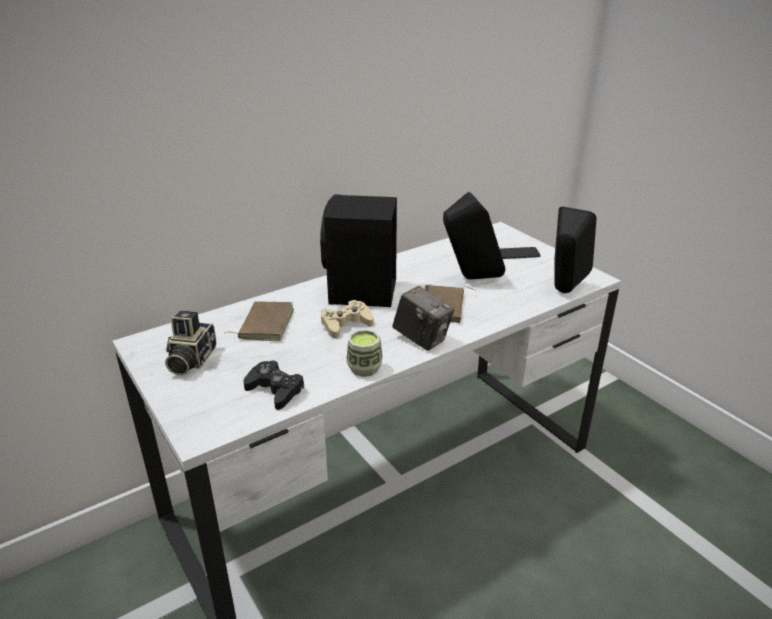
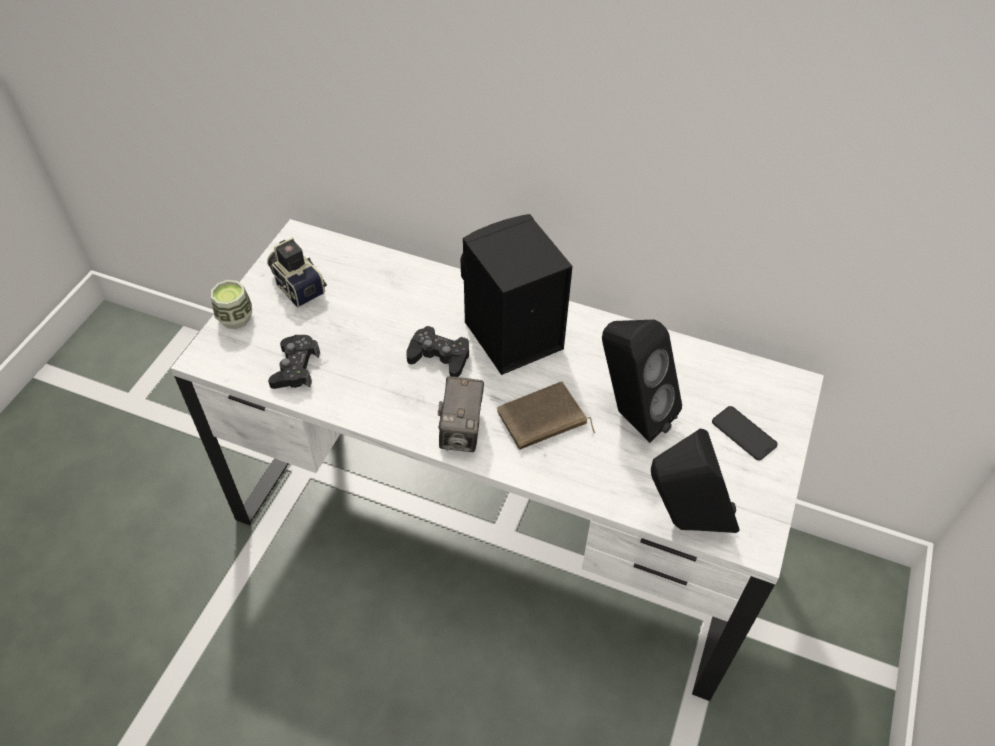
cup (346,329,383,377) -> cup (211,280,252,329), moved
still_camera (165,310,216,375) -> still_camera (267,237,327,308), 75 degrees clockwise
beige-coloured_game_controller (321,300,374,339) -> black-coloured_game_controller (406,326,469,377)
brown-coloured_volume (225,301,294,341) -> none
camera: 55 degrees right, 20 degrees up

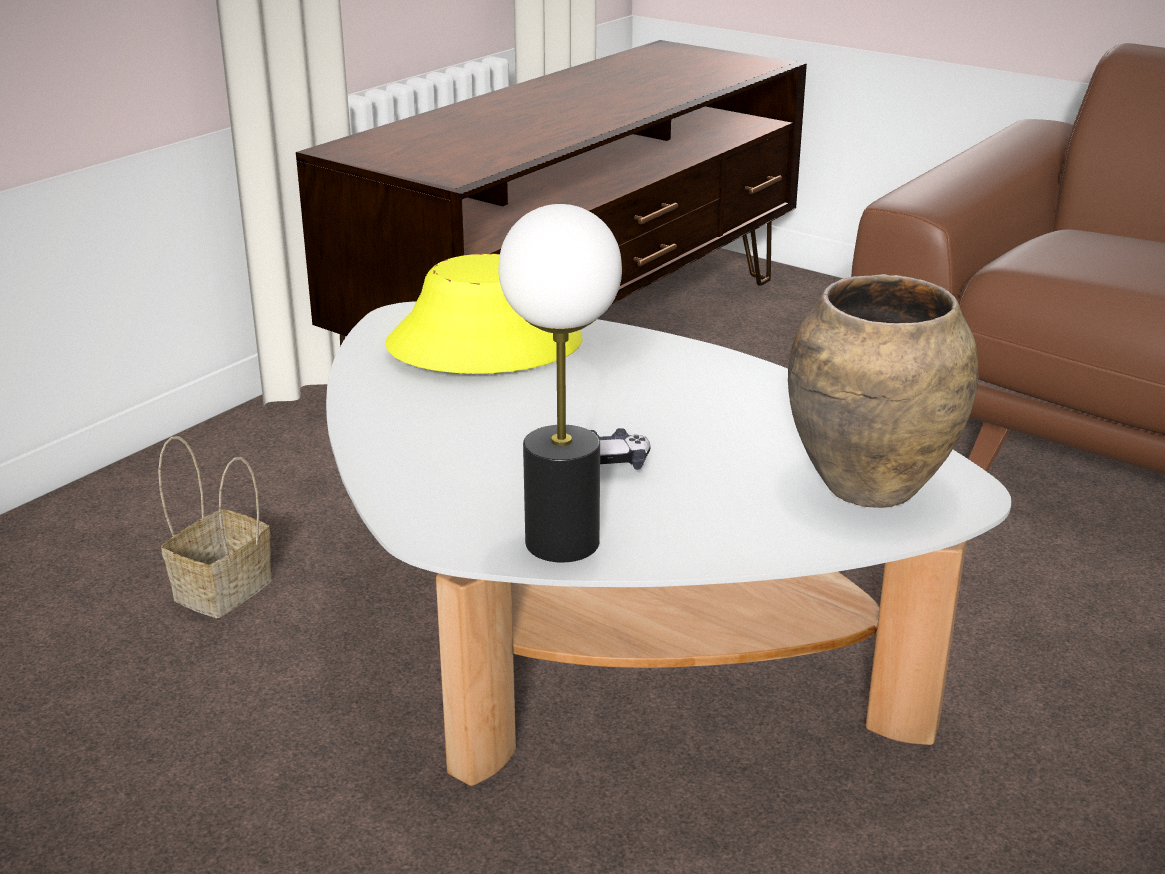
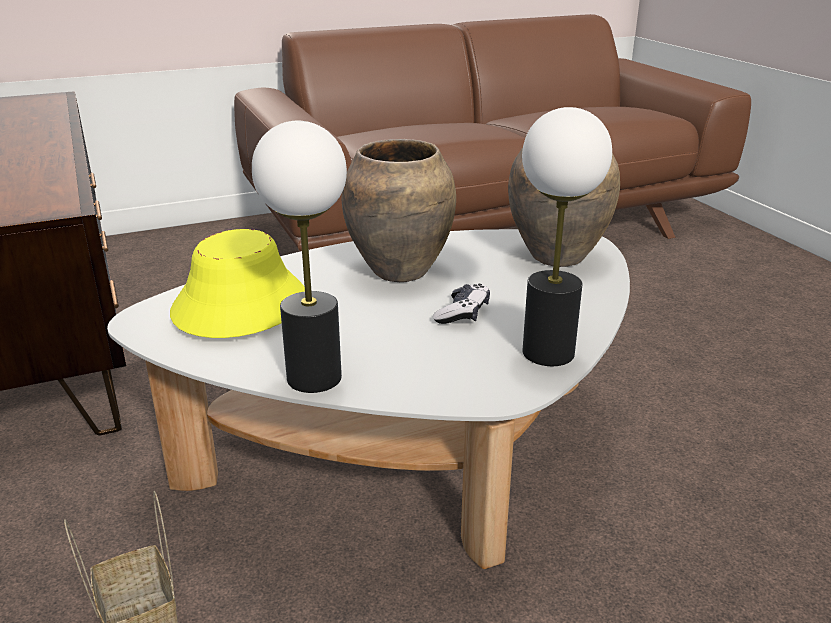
none -> table_lamp (252,121,347,393)
none -> brown-coloured_flower_vase (341,139,456,282)
camera: 60 degrees left, 0 degrees up

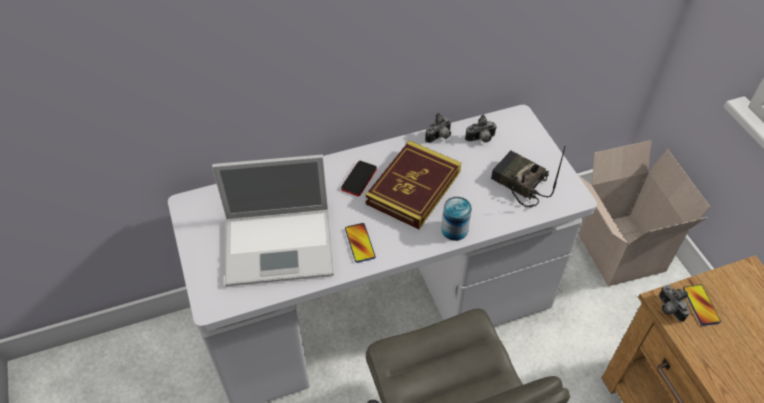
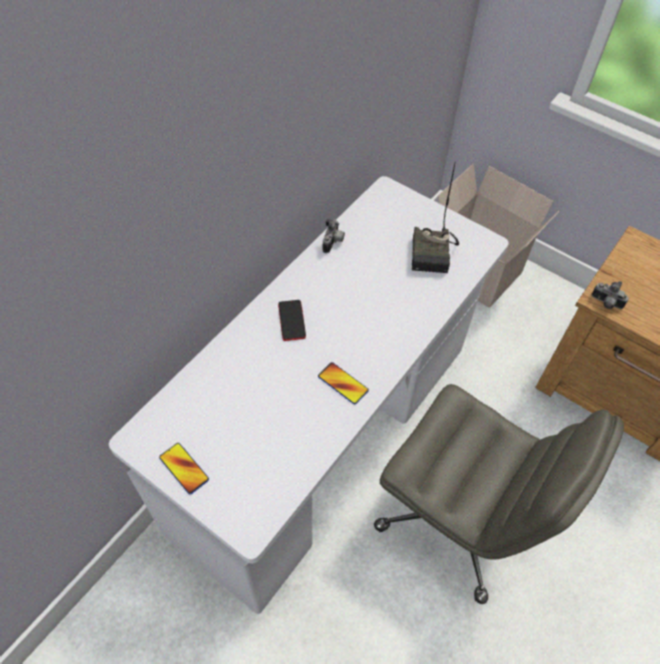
handset (683,284,721,326) -> handset (159,443,209,494), moved
radio (491,147,565,208) -> radio (412,161,459,273), 90 degrees counterclockwise
portable_computer (212,154,334,286) -> none
volume (365,140,461,229) -> none
sealed_can (441,197,472,241) -> none
still_camera (465,115,497,143) -> none
camera: 35 degrees left, 5 degrees up

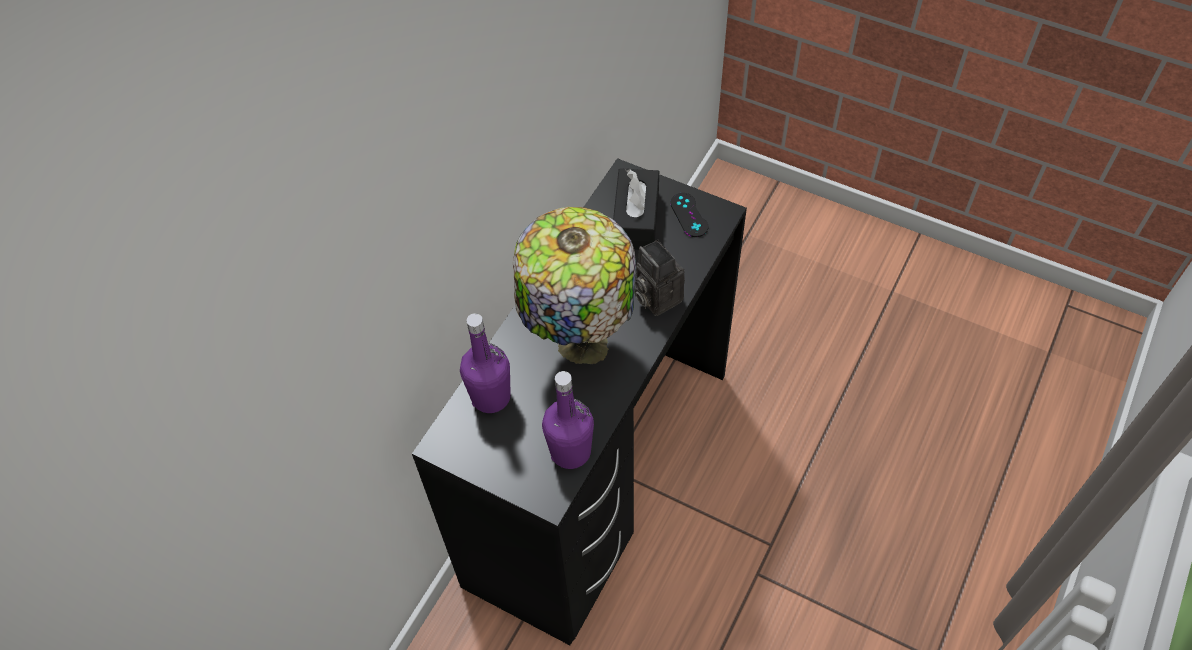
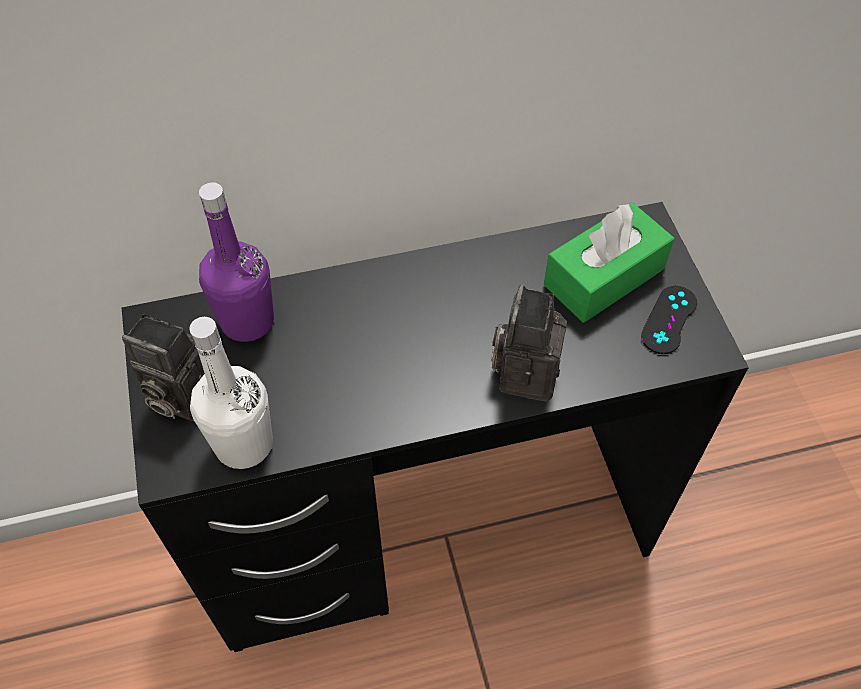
none -> still_camera (122,314,205,421)
purplish_drink_bottle (542,371,594,469) -> white_drink_bottle (190,317,273,469)
black-coloured_tissue_holder (613,168,659,250) -> green_tissue_holder (544,202,674,323)
table_lamp (513,207,636,364) -> none
camera: 45 degrees right, 0 degrees up

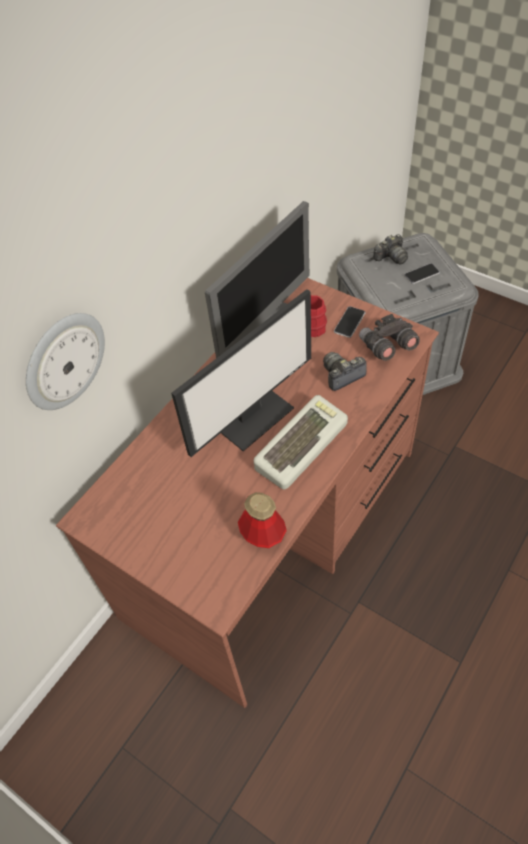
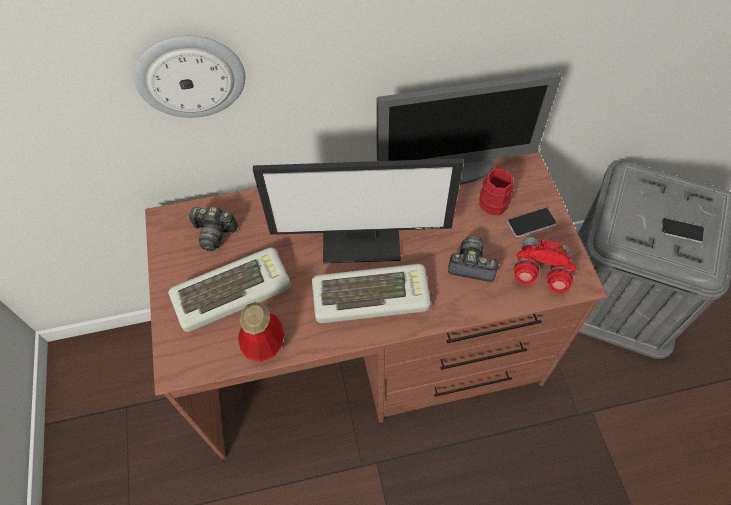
none -> keyboard (168,247,291,332)
still_camera (373,234,408,265) -> still_camera (188,207,238,251), moved
grey_field_glasses (359,314,420,361) -> red_field_glasses (514,237,576,293)
camera: 40 degrees right, 5 degrees up

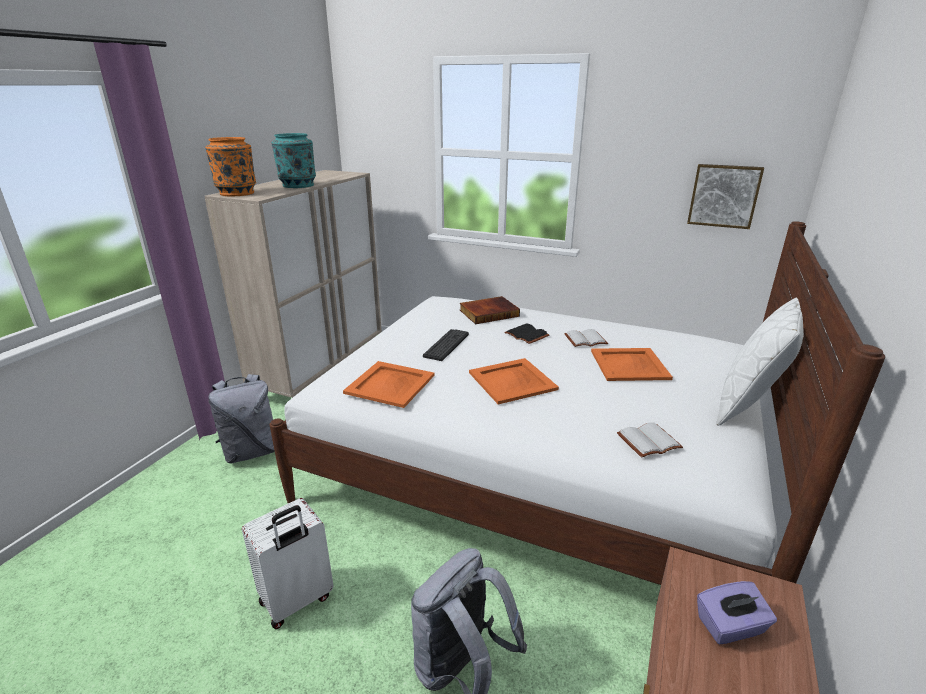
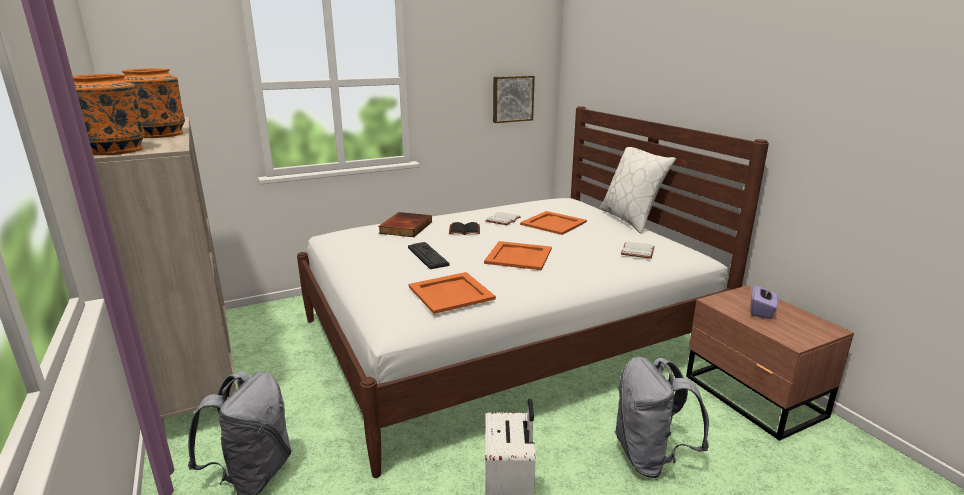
turquoise-coloured_flower_vase (271,133,316,188) -> orangey_flower_vase (122,68,185,138)
camera: 50 degrees left, 5 degrees down

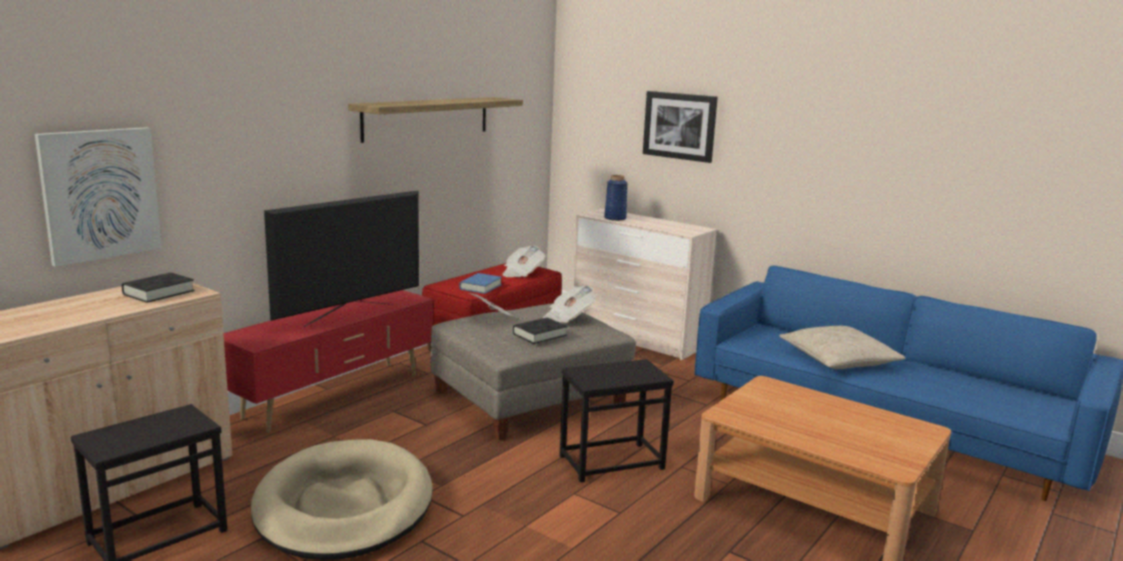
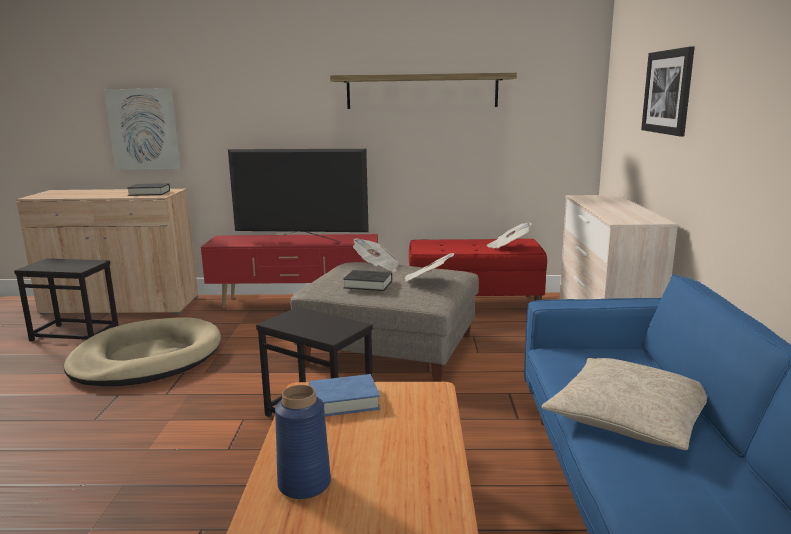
bluish_flower_vase (604,175,627,221) -> bluish_flower_vase (275,385,331,499), moved
bluish_volume (460,273,502,294) -> bluish_volume (309,374,380,416), moved
camera: 55 degrees right, 0 degrees up

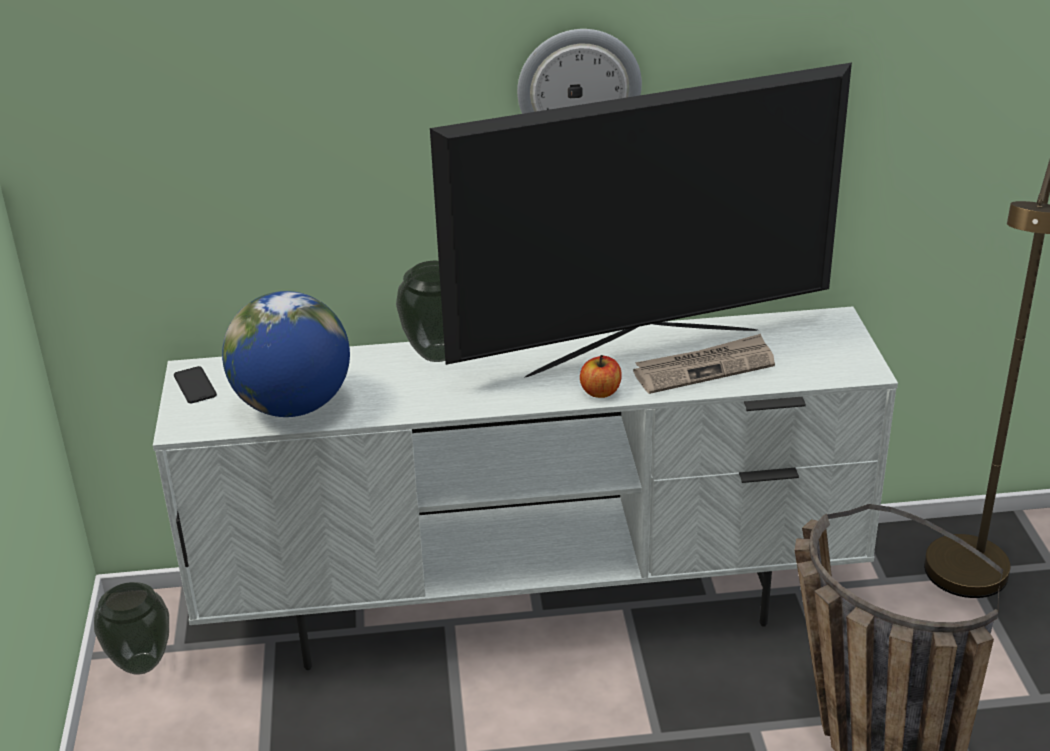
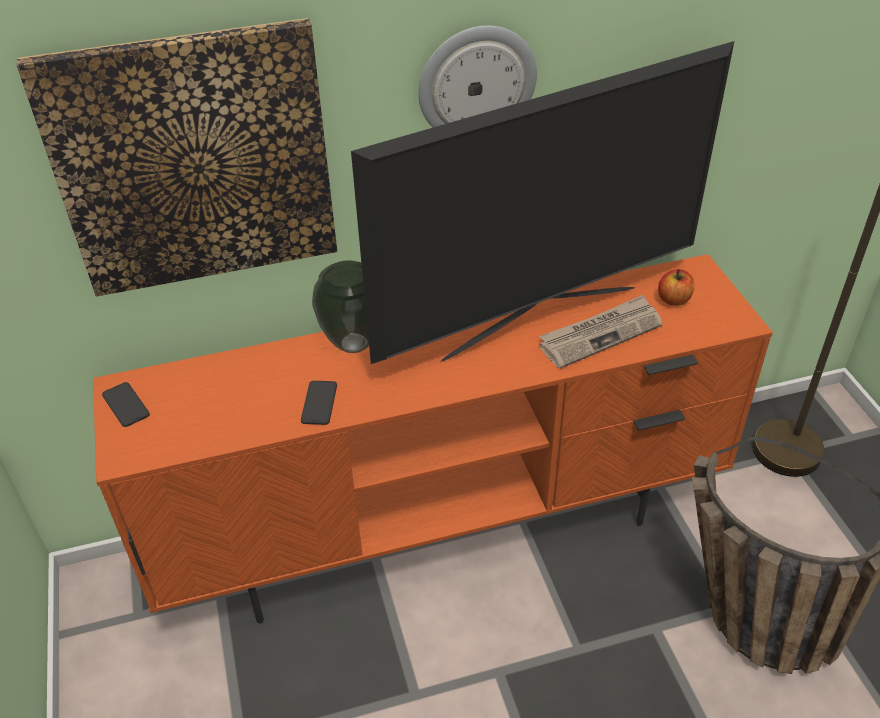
none -> picture (17,18,337,297)
white_tv_stand (153,306,898,670) -> orangey_tv_stand (93,254,773,623)
none -> handset (301,381,337,425)
apple (580,355,622,398) -> apple (658,269,694,306), moved
flower_vase (94,582,169,675) -> none
globe (222,291,350,417) -> none
camera: 10 degrees left, 10 degrees up

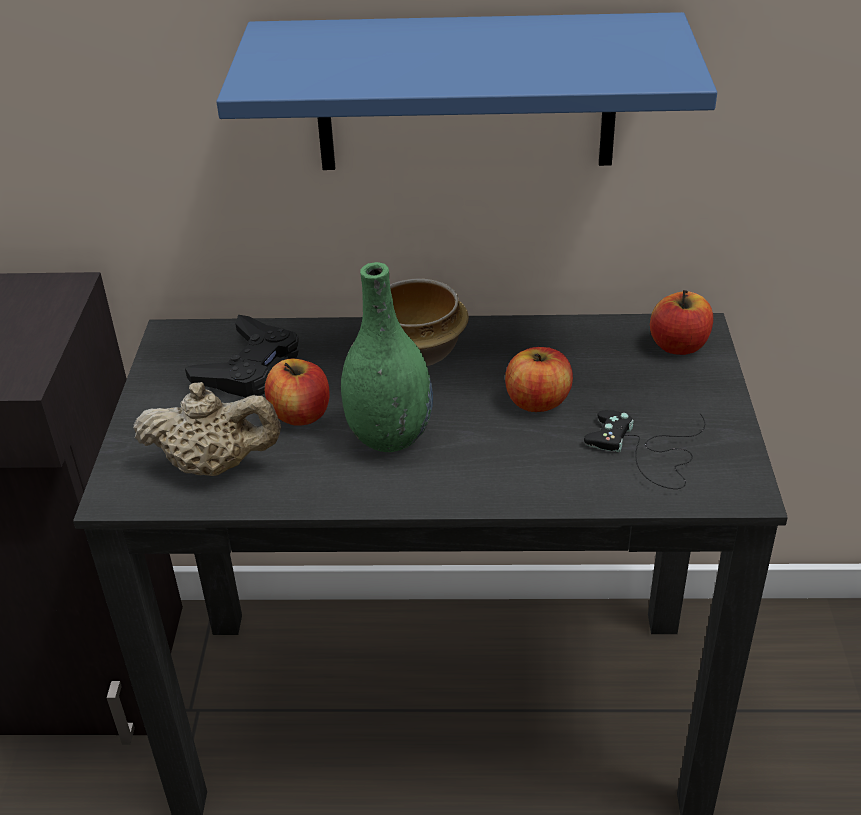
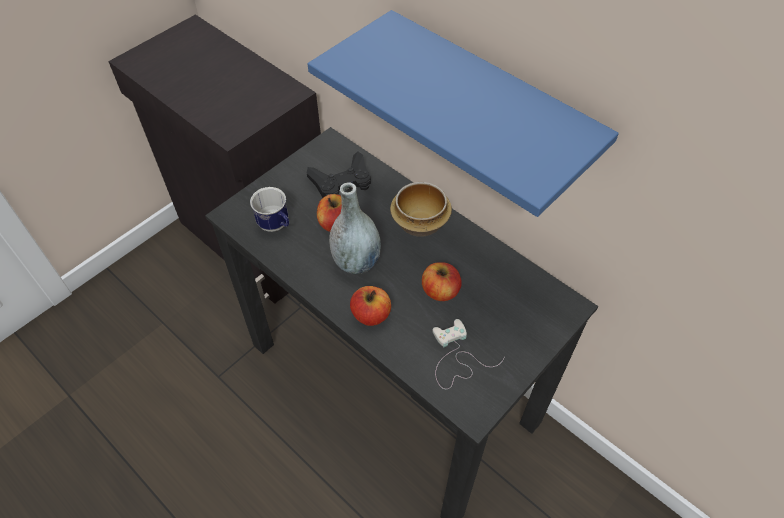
beige-coloured_pot_for_tea (133,382,281,476) -> tea_mug (250,187,289,232)
green_flower_vase (341,262,433,452) -> grey_flower_vase (329,183,381,274)
apple (650,290,713,355) -> apple (350,286,391,326), moved
black-coloured_game_controller (584,410,705,489) -> white_game_controller (432,319,505,389)
camera: 40 degrees right, 15 degrees up

